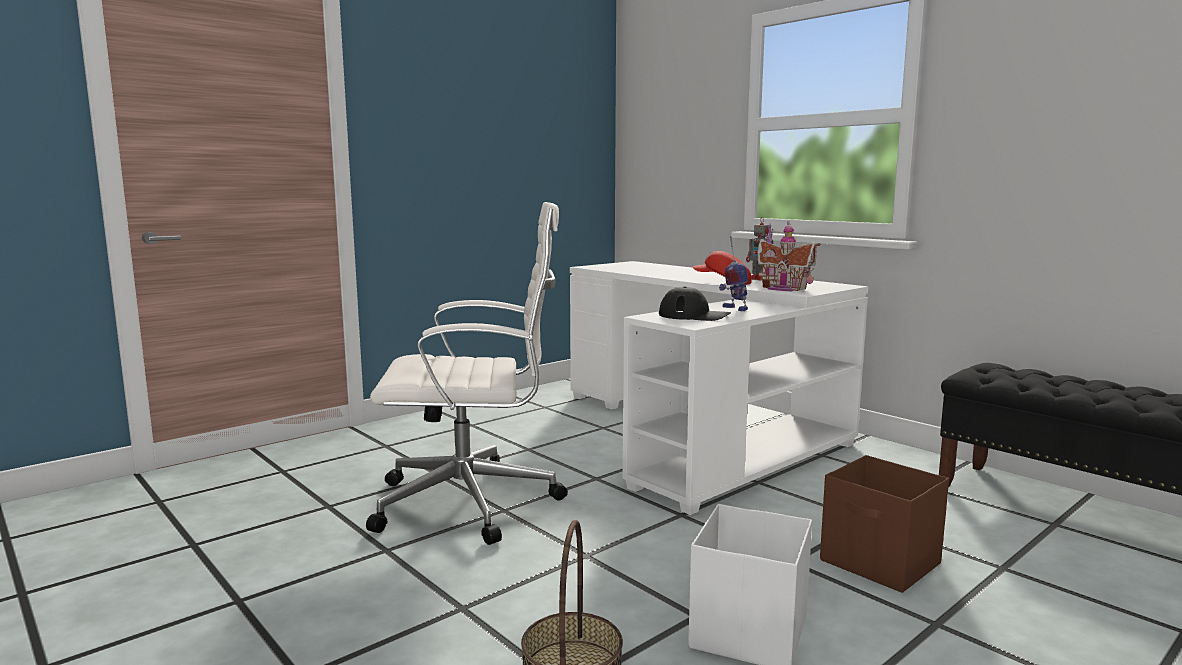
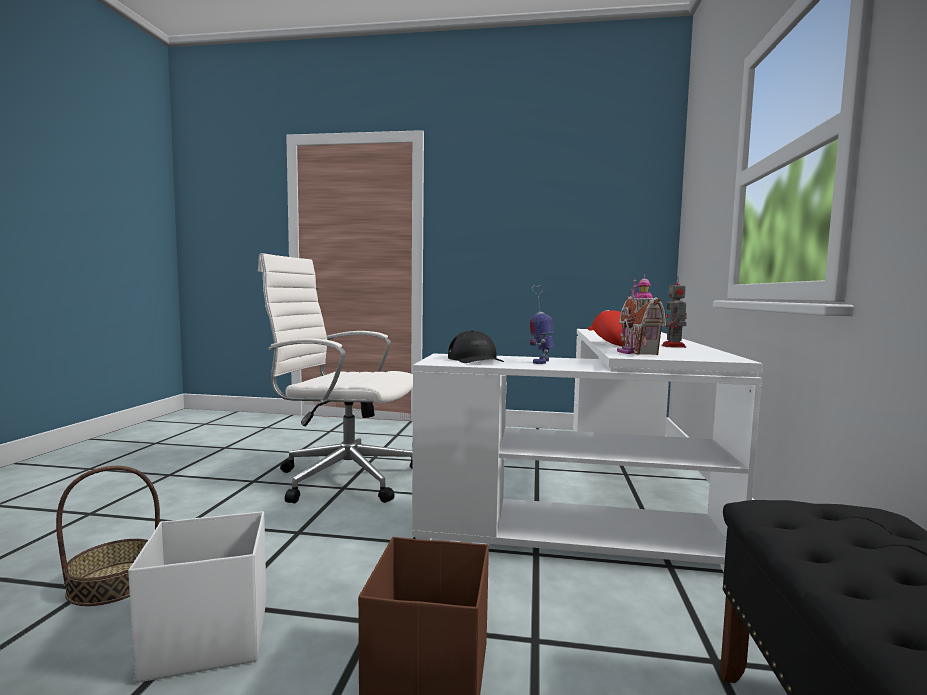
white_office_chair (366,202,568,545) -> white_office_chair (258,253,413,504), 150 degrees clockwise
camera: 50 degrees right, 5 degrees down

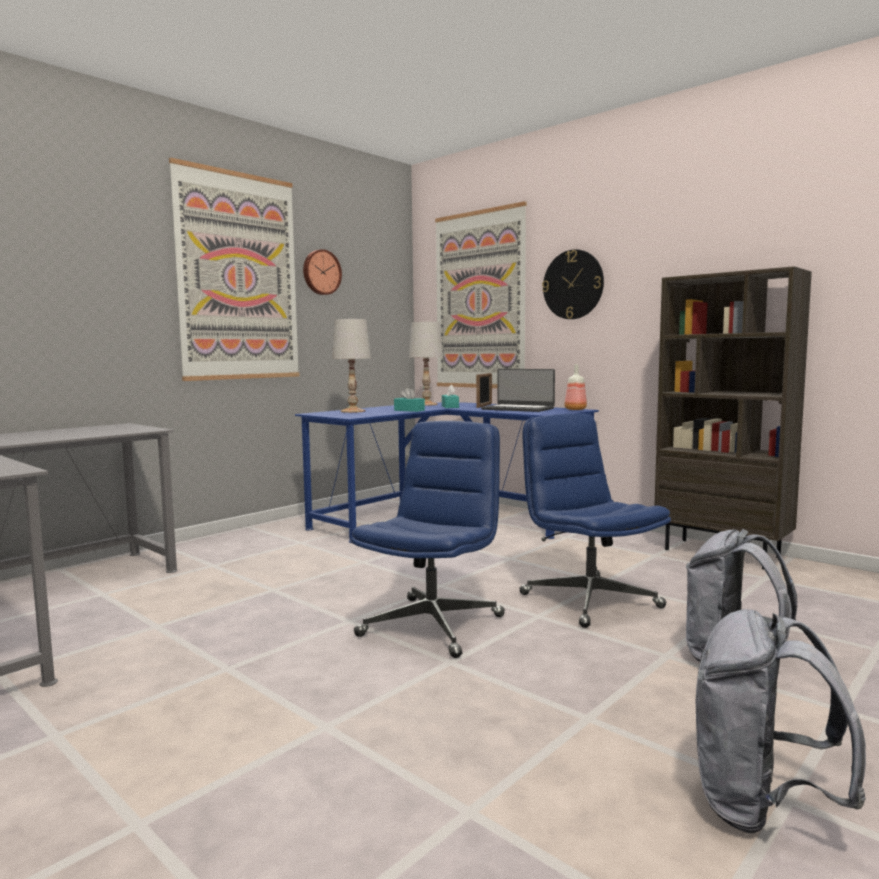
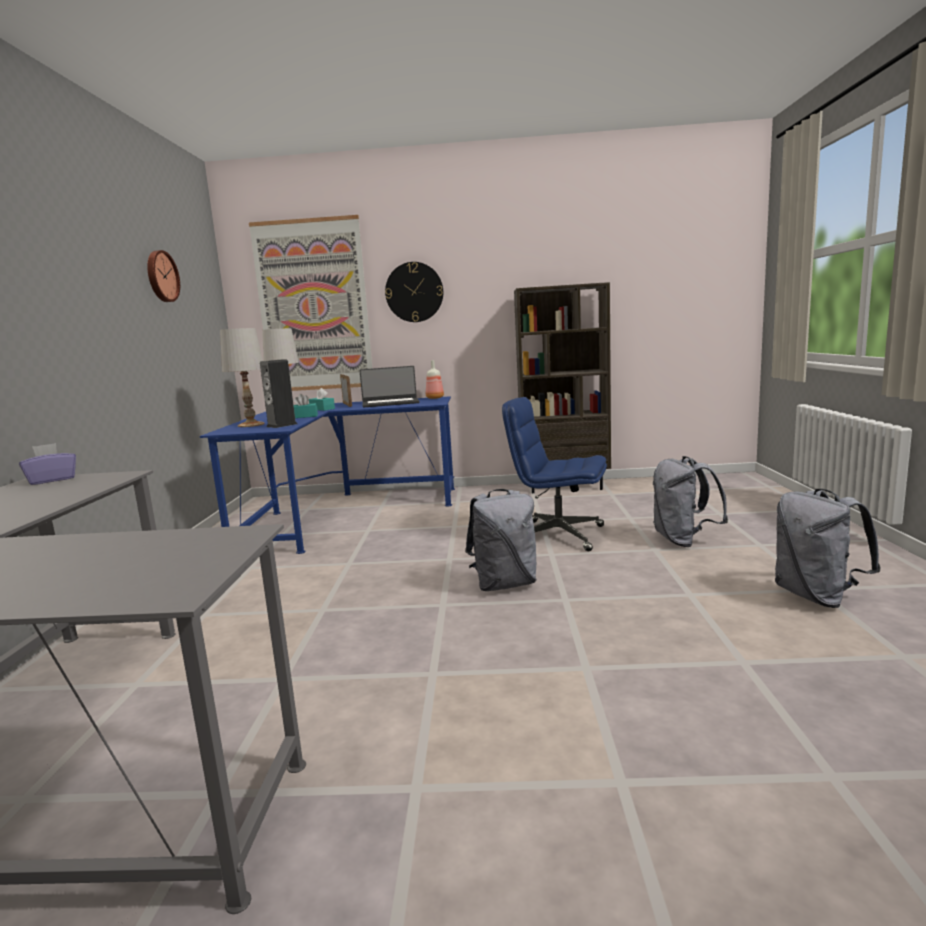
none -> purplish_tissue_holder (19,443,76,485)
none -> speaker (260,359,297,428)
bluish_office_chair (351,421,505,658) -> grey_rucksack (465,489,537,591)
picture (169,158,299,381) -> none
camera: 40 degrees left, 5 degrees up

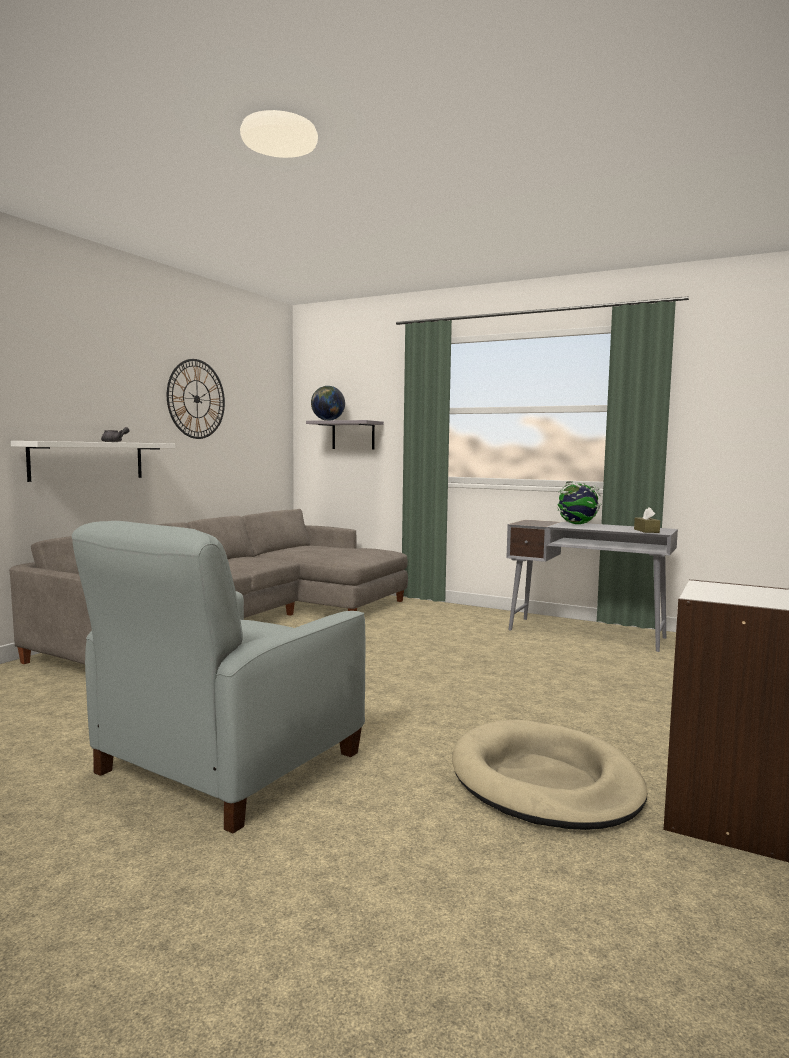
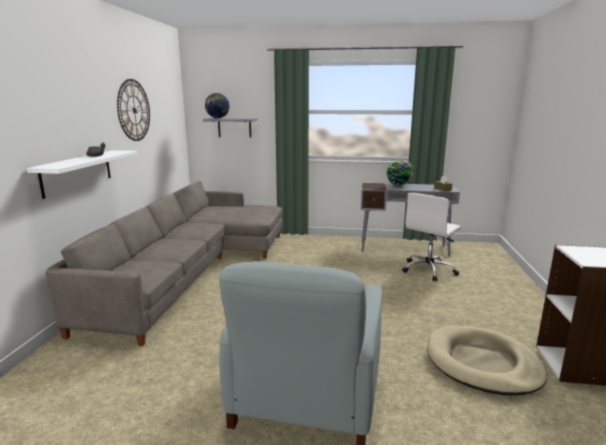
none -> white_office_chair (402,193,461,281)
camera: 20 degrees left, 10 degrees up

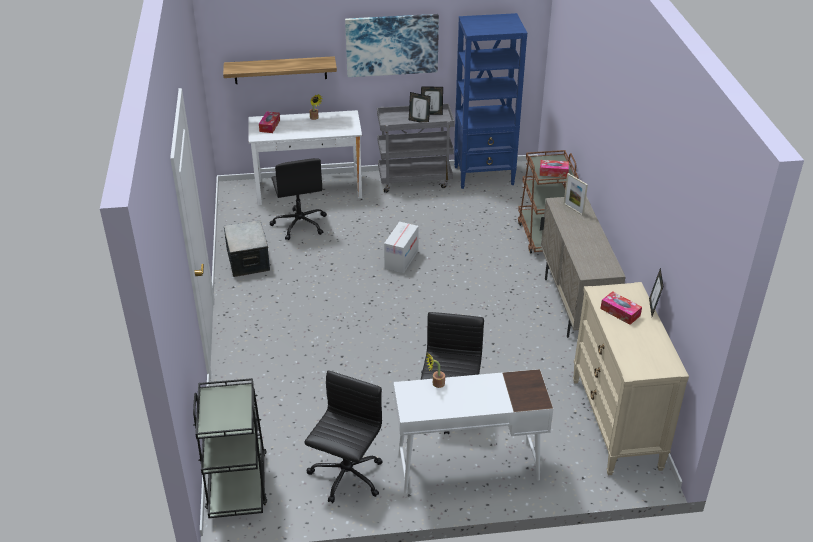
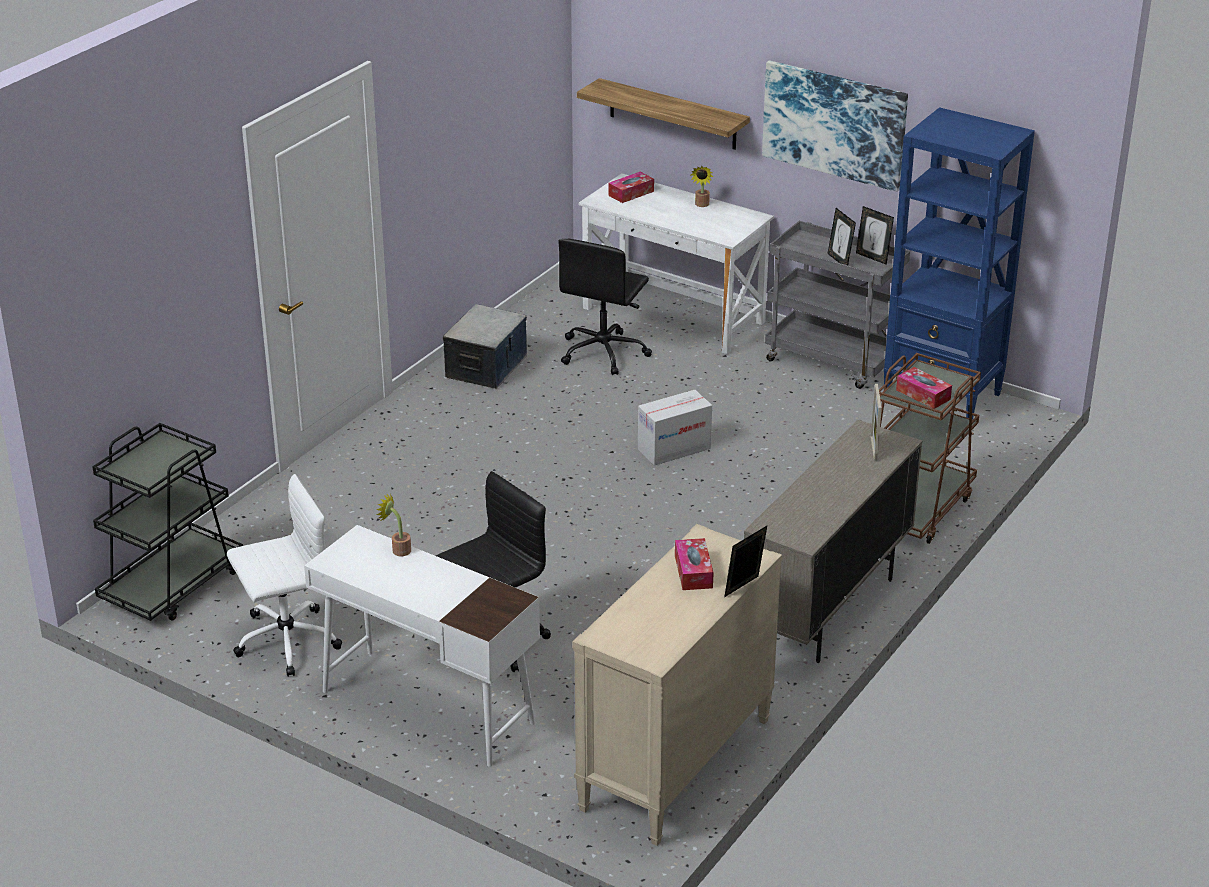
black-coloured_office_chair (304,371,383,503) -> white_office_chair (227,474,342,676)
camera: 40 degrees right, 5 degrees down

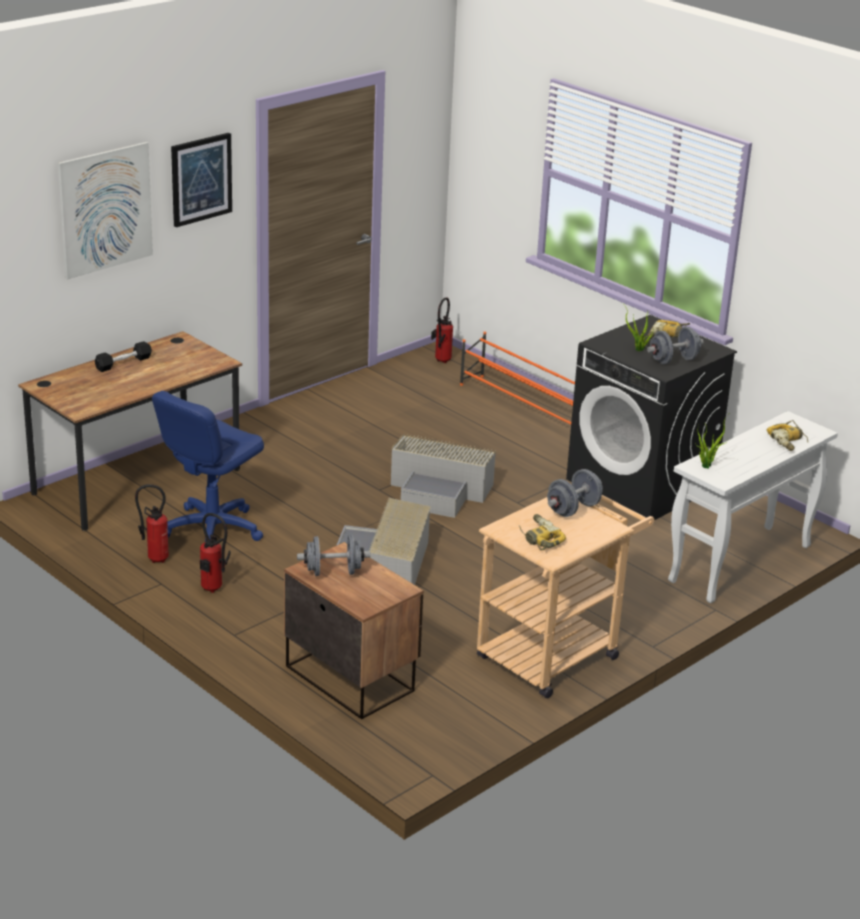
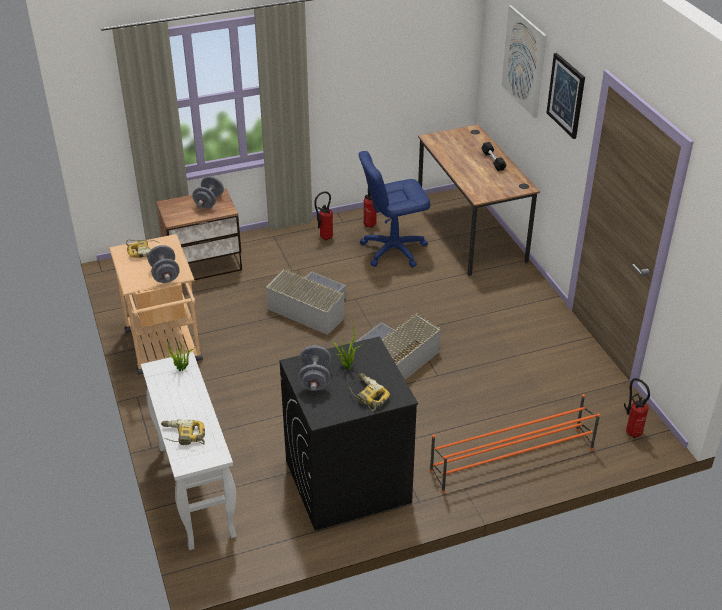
bluish_office_chair (152,391,264,542) -> bluish_office_chair (358,151,430,267), 75 degrees counterclockwise
camera: 115 degrees right, 10 degrees up

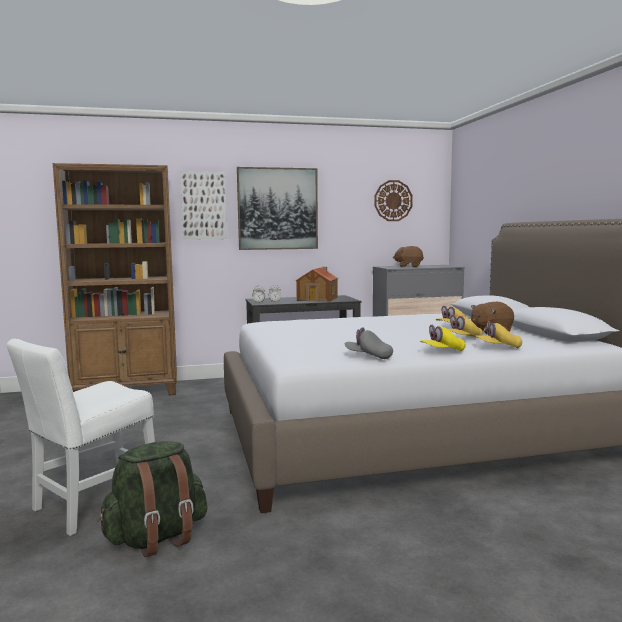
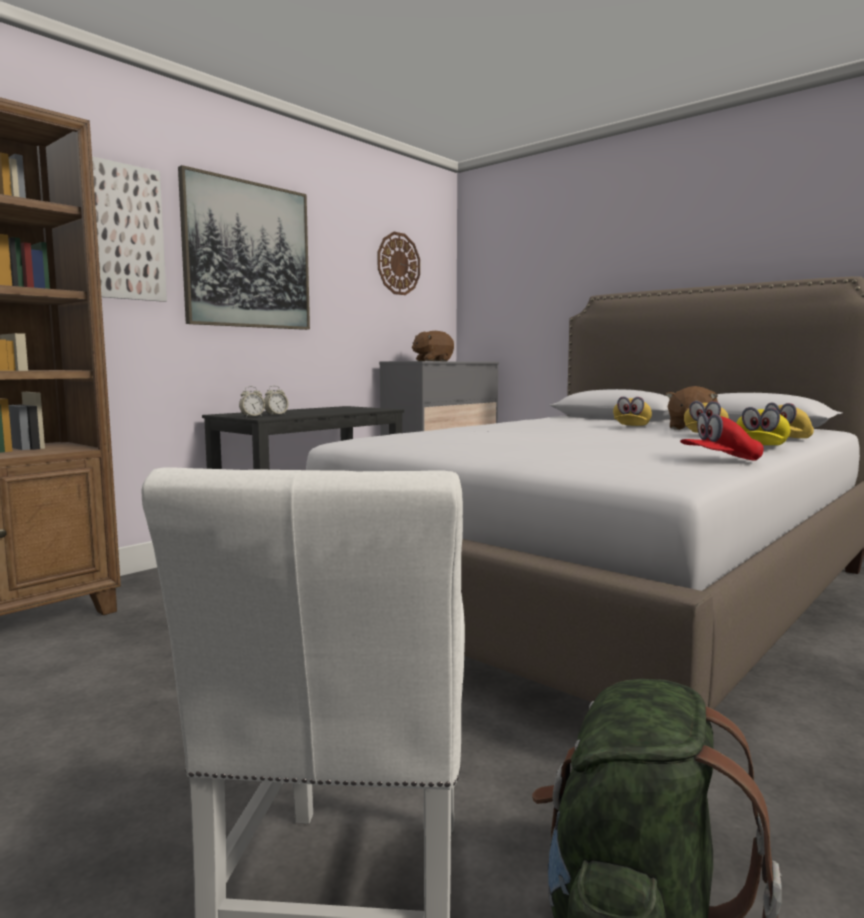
grey_peaked_cap (345,327,393,359) -> red_peaked_cap (680,413,763,461)
model_house (296,267,338,302) -> none
camera: 35 degrees left, 0 degrees up

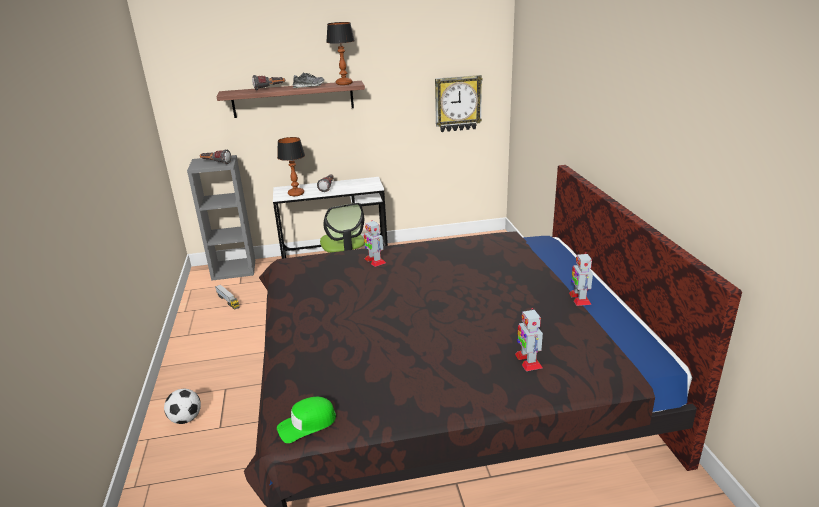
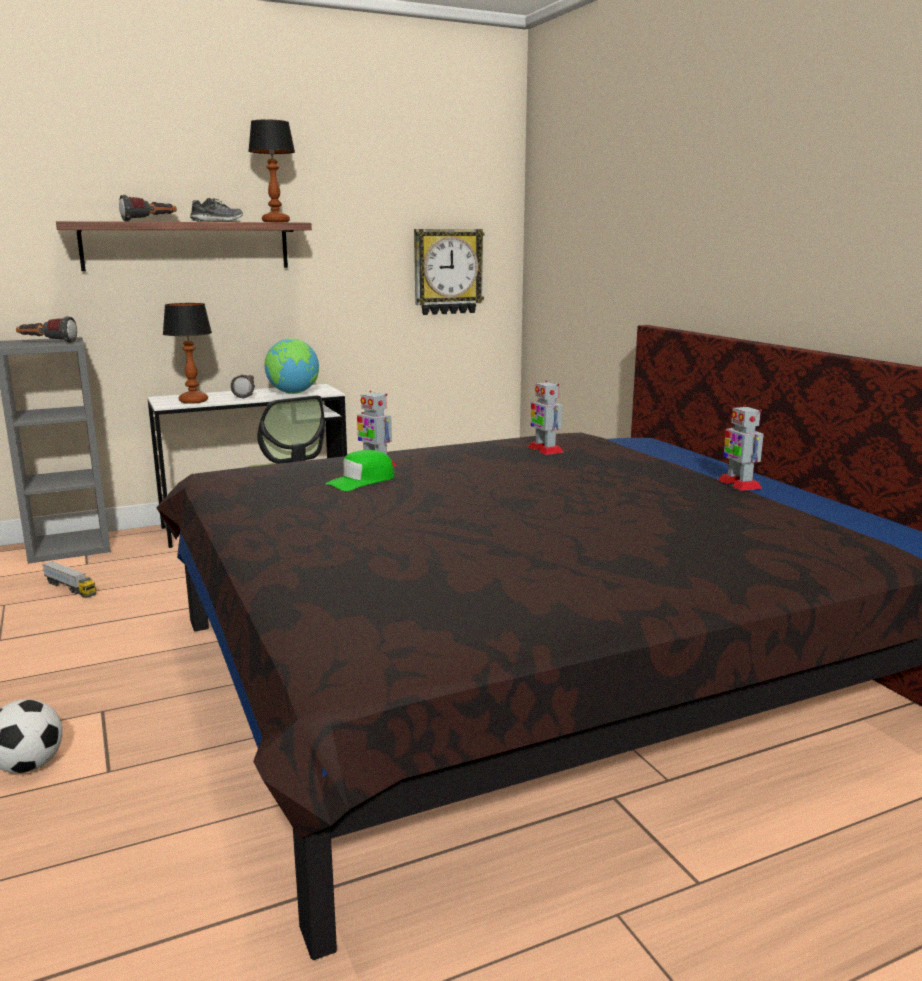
none -> globe (264,338,319,394)
green_peaked_cap (277,397,336,443) -> green_peaked_cap (325,450,395,491), moved
robot_figure (515,308,543,371) -> robot_figure (528,380,564,455), moved
camera: 15 degrees left, 10 degrees down

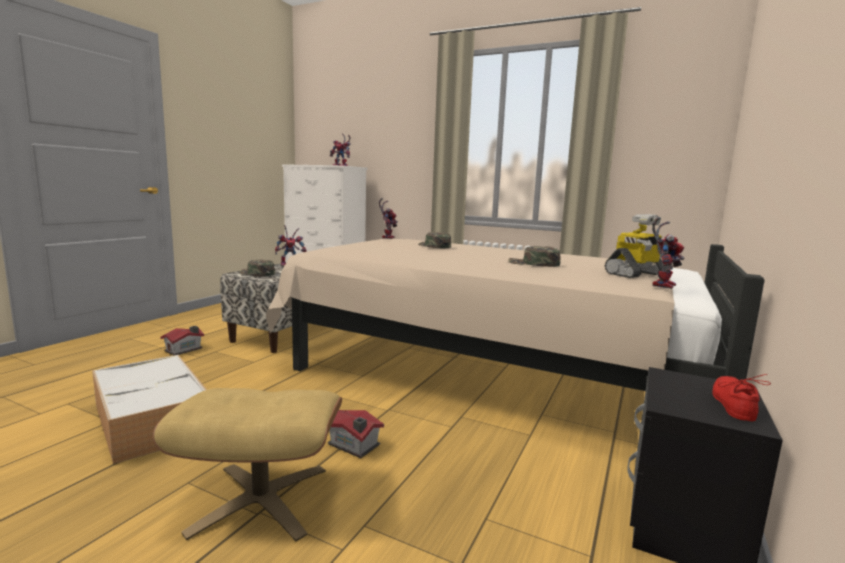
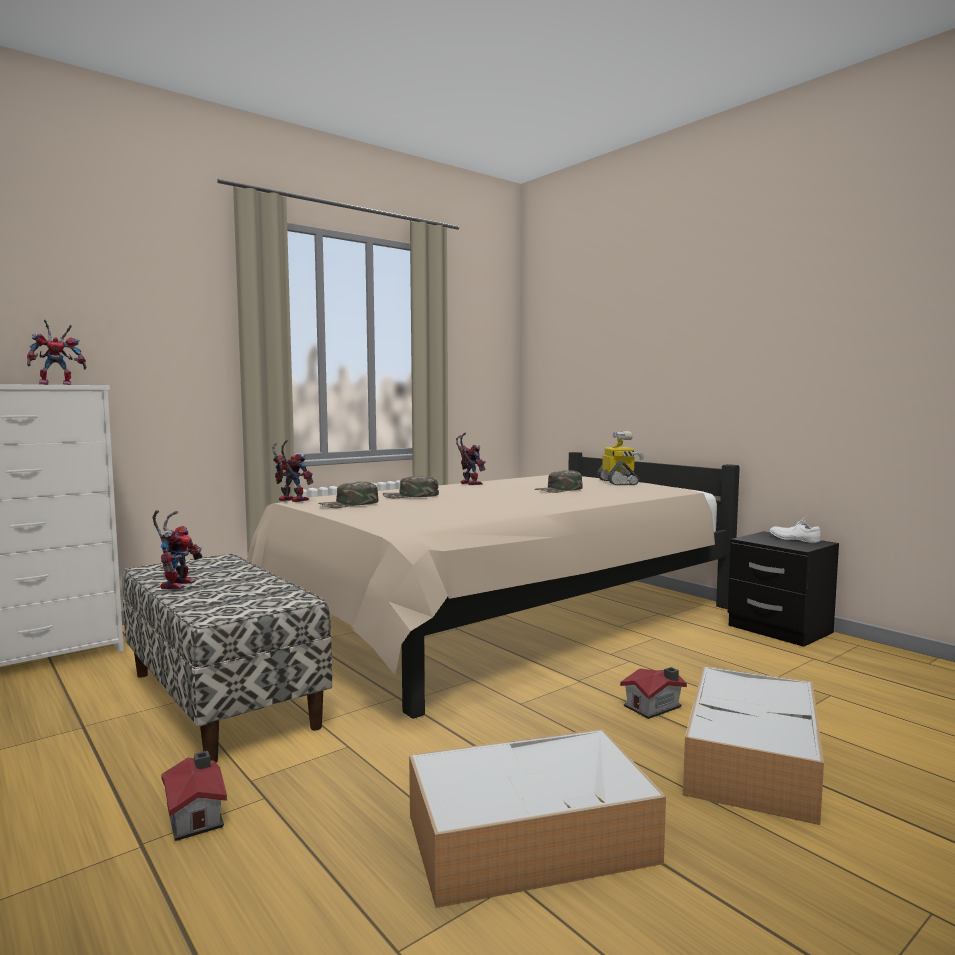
green_peaked_cap (239,260,275,276) -> green_peaked_cap (318,482,378,508), moved
robot_figure (652,217,684,289) -> robot_figure (456,432,486,485), moved
beige-coloured_footrest (153,388,342,542) -> storage_box (683,666,824,825)
red_shoe (712,374,771,421) -> white_shoe (770,516,821,543)
camera: 65 degrees left, 5 degrees down

